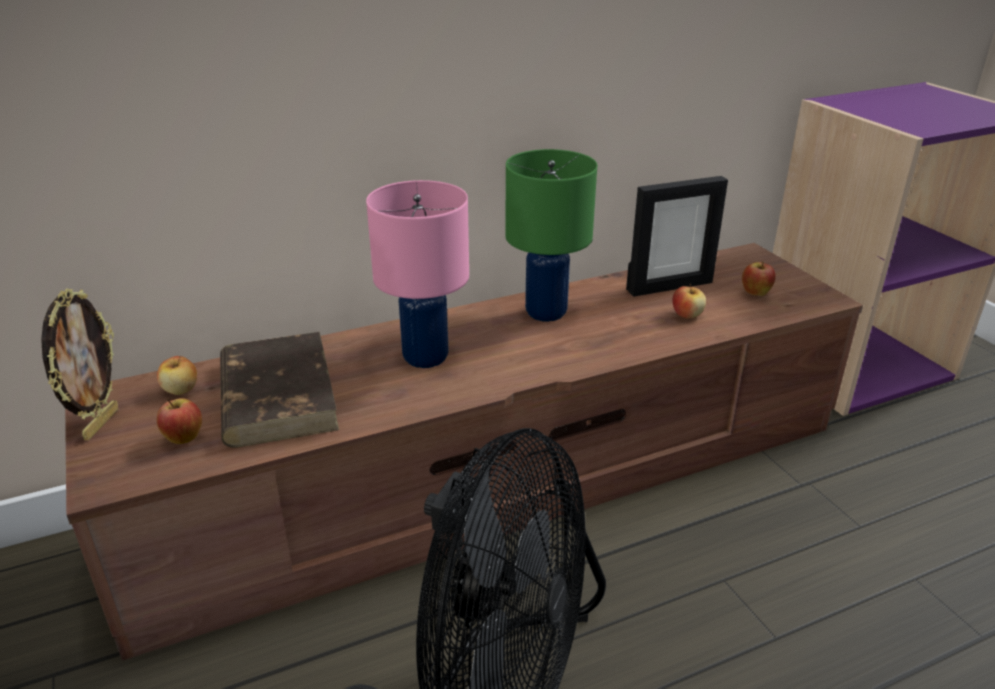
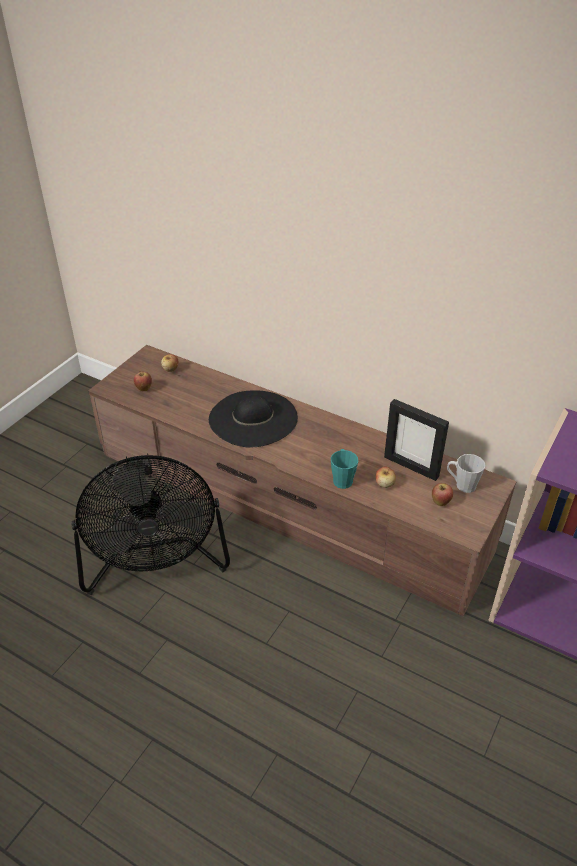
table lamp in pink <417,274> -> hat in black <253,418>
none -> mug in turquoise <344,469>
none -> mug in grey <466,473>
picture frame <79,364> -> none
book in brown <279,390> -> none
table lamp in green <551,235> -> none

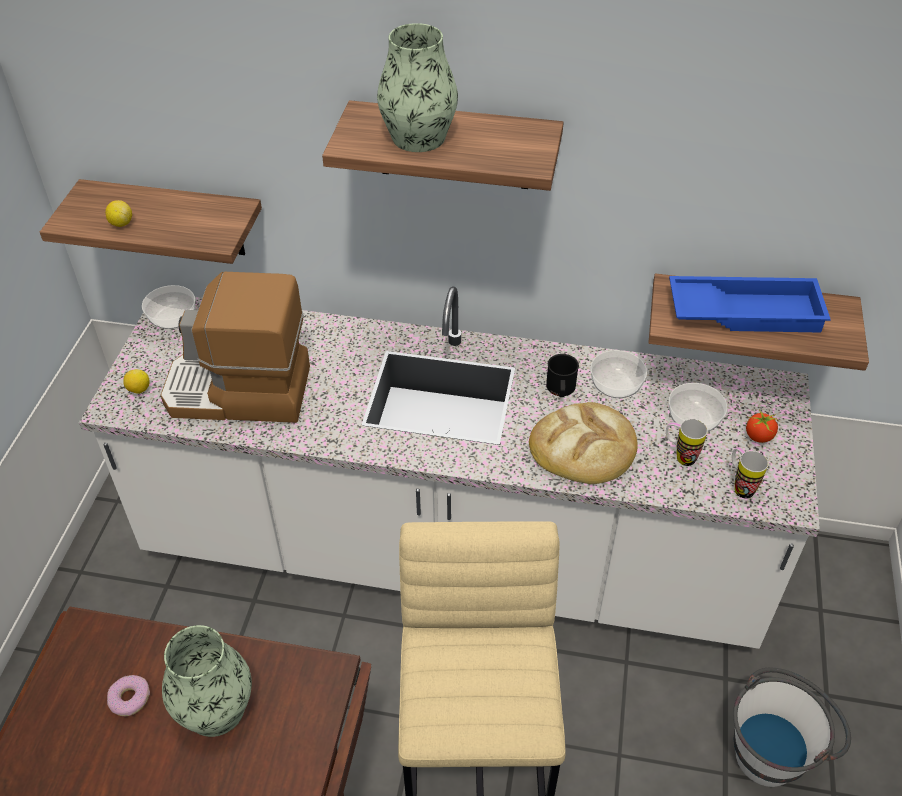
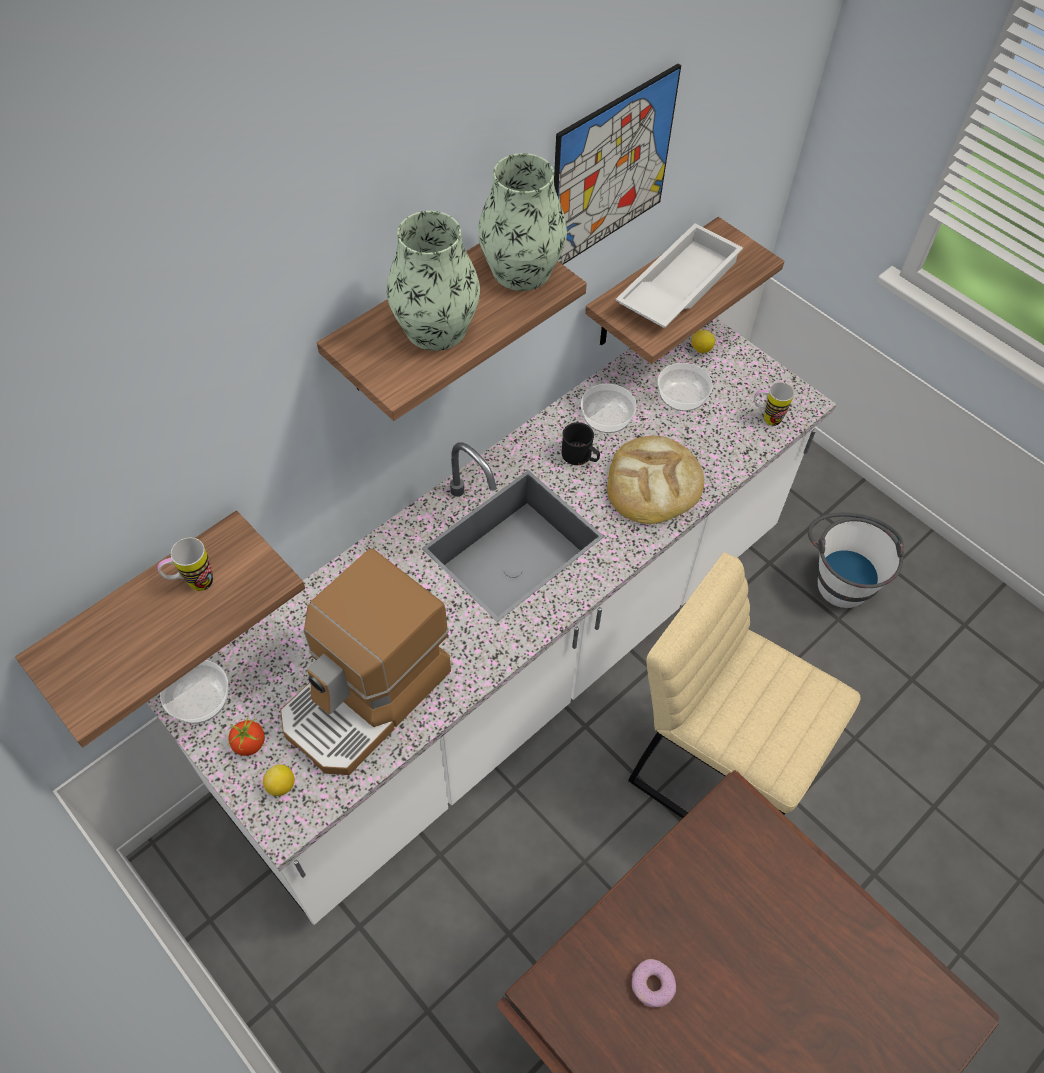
mug <686,442> -> mug <185,564>, shifted
tomato <762,426> -> tomato <246,737>, shifted
vase <207,681> -> vase <522,222>, shifted
none -> picture <617,164>
tray in blue <750,304> -> tray in white <679,275>
lemon <118,213> -> lemon <703,341>, shifted

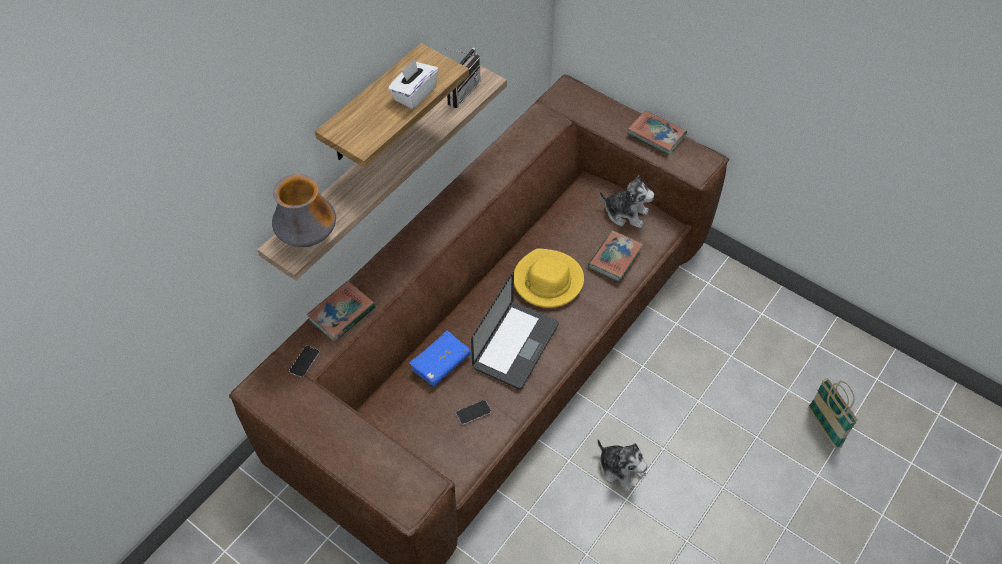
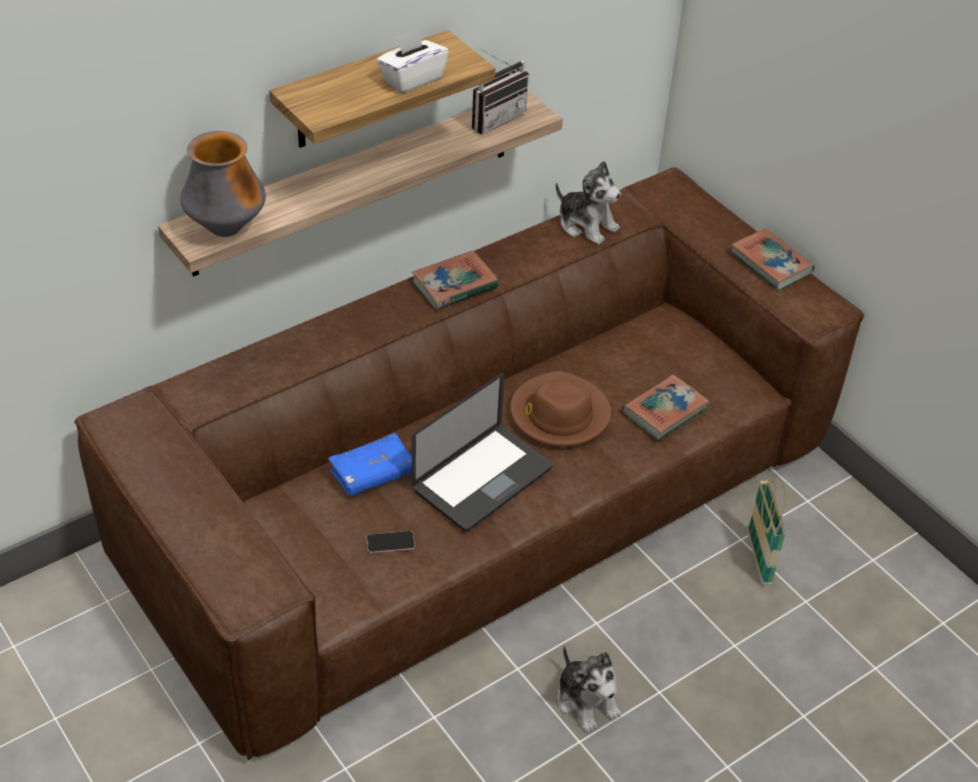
book <341,311> -> book <455,280>, shifted
hat in yellow <549,278> -> hat in brown <560,409>
plush toy <627,201> -> plush toy <588,203>, shifted
basket <833,413> -> basket <767,531>, shifted
phone <304,362> -> none

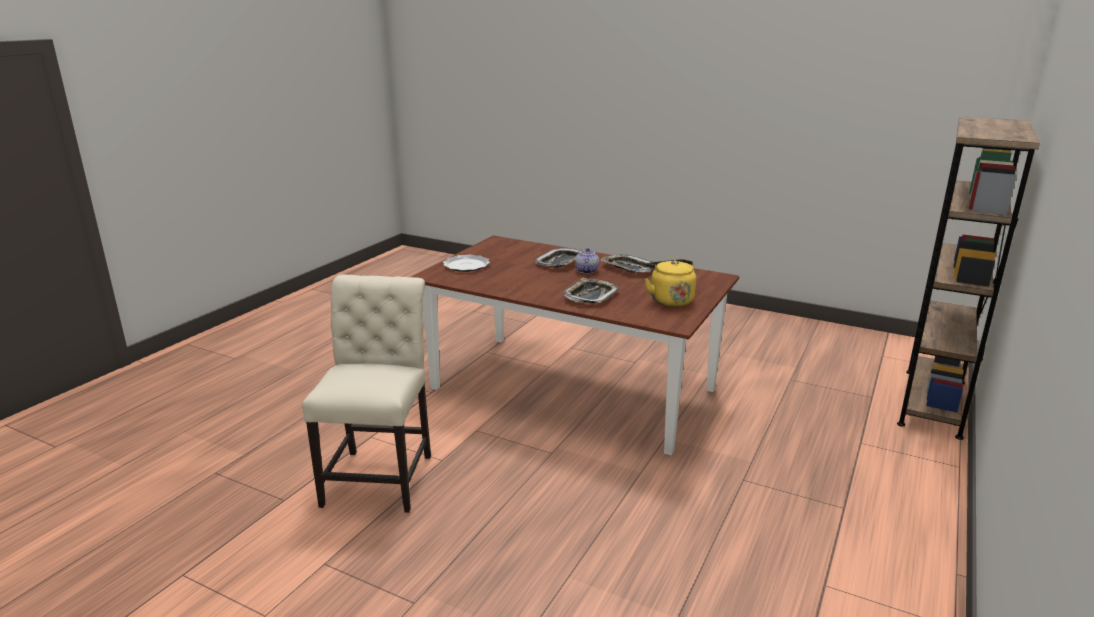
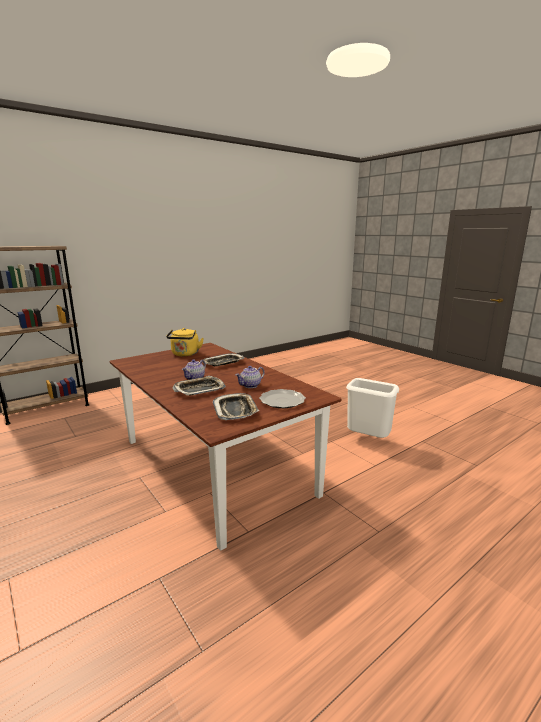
tray <627,263> -> tray <236,406>, shifted
none -> teapot <250,377>
chair in beige <366,394> -> trash can in white <372,408>

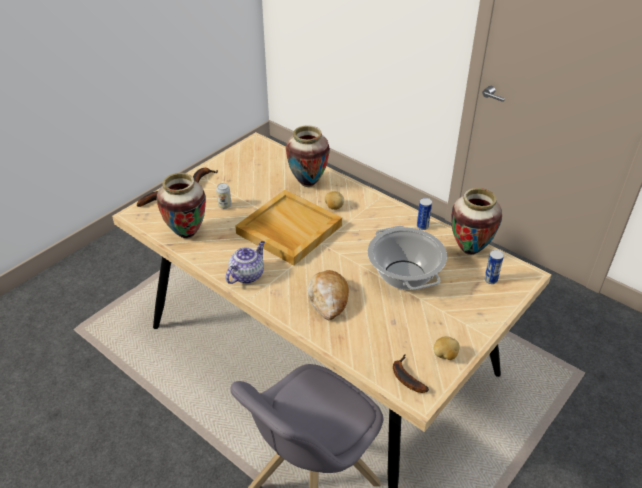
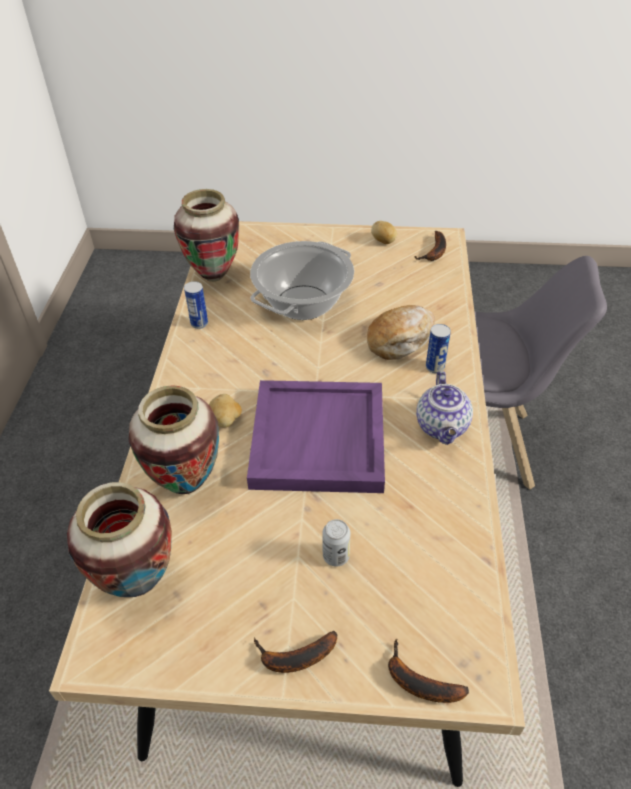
vase <181,206> -> vase <119,539>, shifted
tray in beige <288,228> -> tray in purple <316,436>
teapot <245,262> -> teapot <444,408>, 90 degrees counterclockwise
can <494,267> -> can <438,348>, shifted

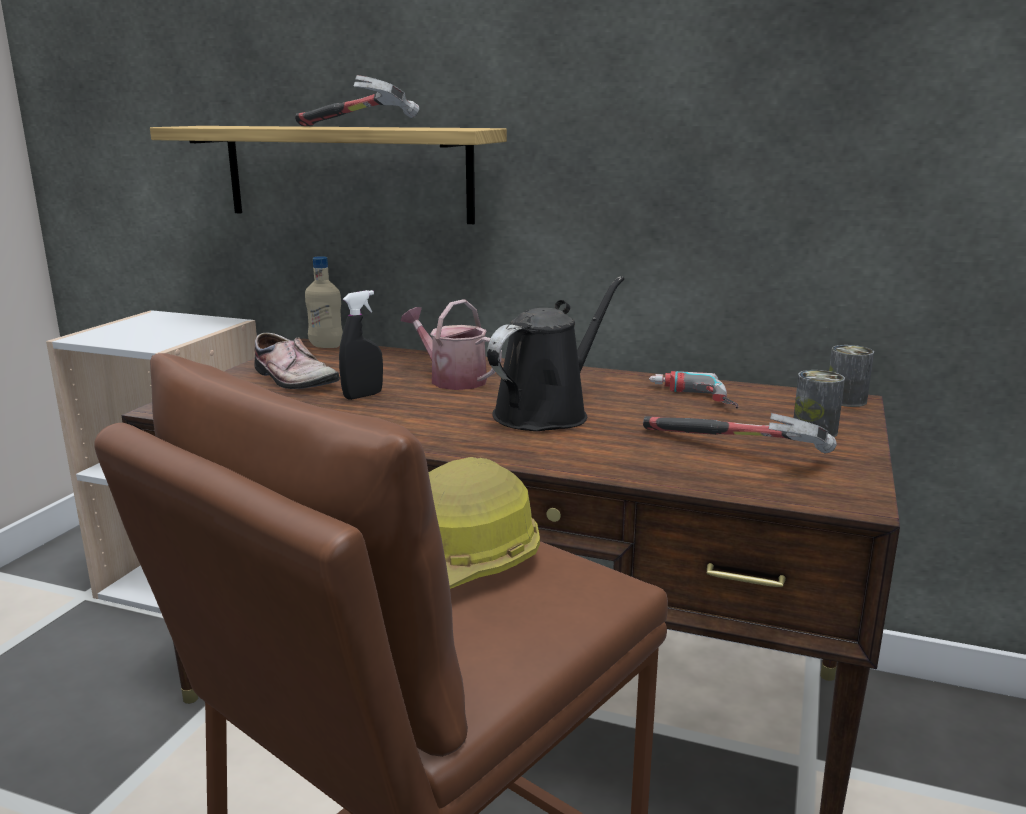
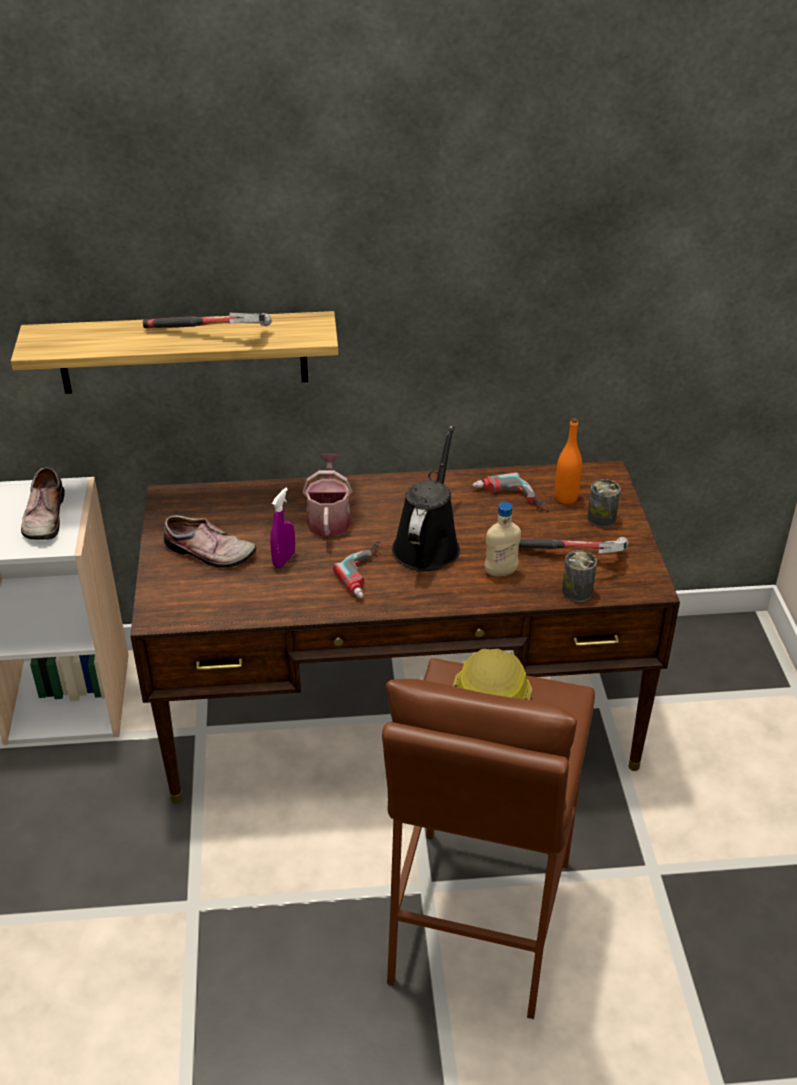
none -> shoe <43,503>
spray bottle in black <361,345> -> spray bottle in purple <282,528>
watering can <451,344> -> watering can <327,495>, 75 degrees clockwise
none -> power drill <357,569>
bottle in beige <324,302> -> bottle in beige <502,539>, shifted
none -> bottle in orange <568,461>
can <851,376> -> can <579,576>, shifted

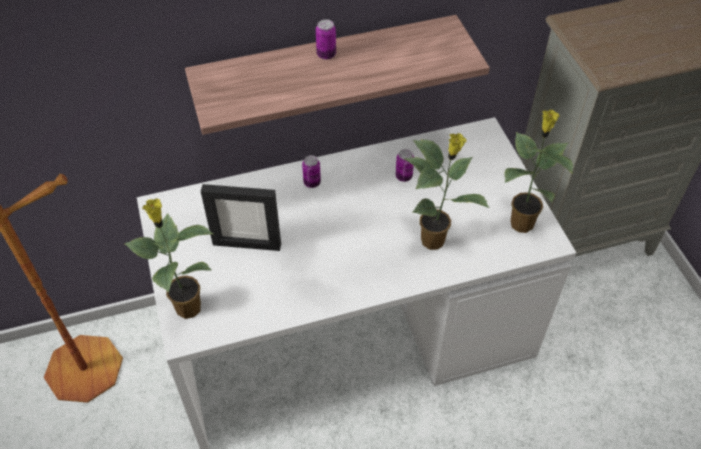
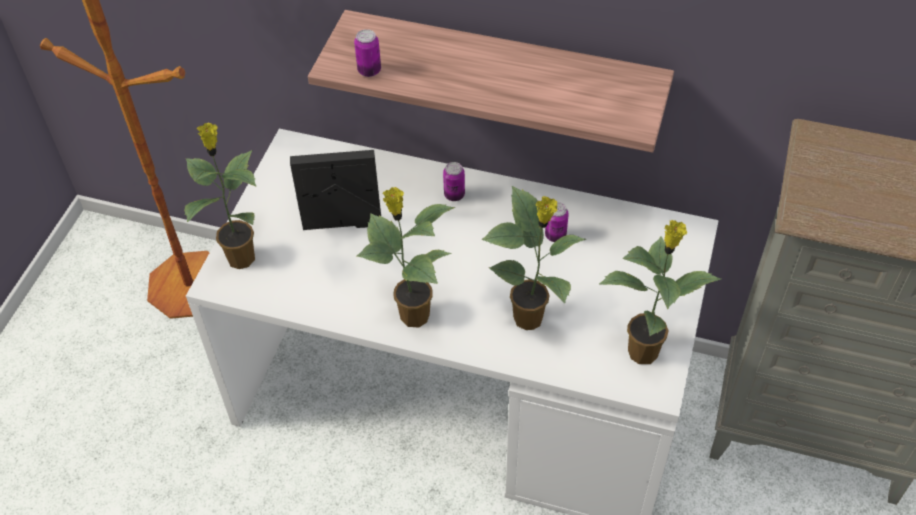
picture frame <241,217> -> picture frame <335,190>, 135 degrees clockwise
can <326,39> -> can <367,53>, shifted
none -> potted plant <406,257>

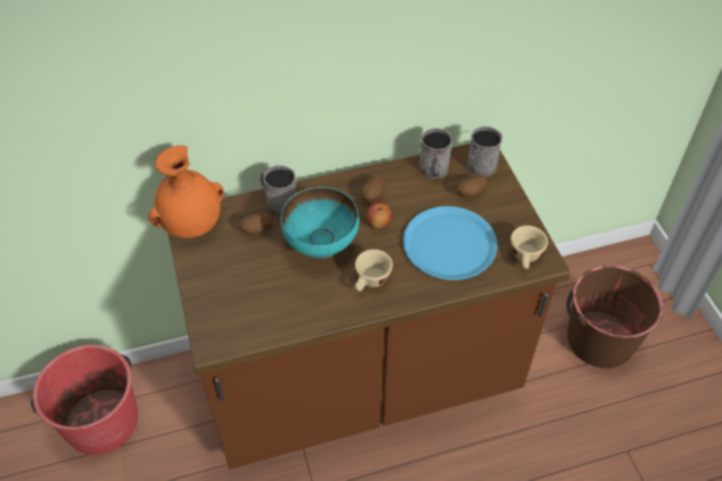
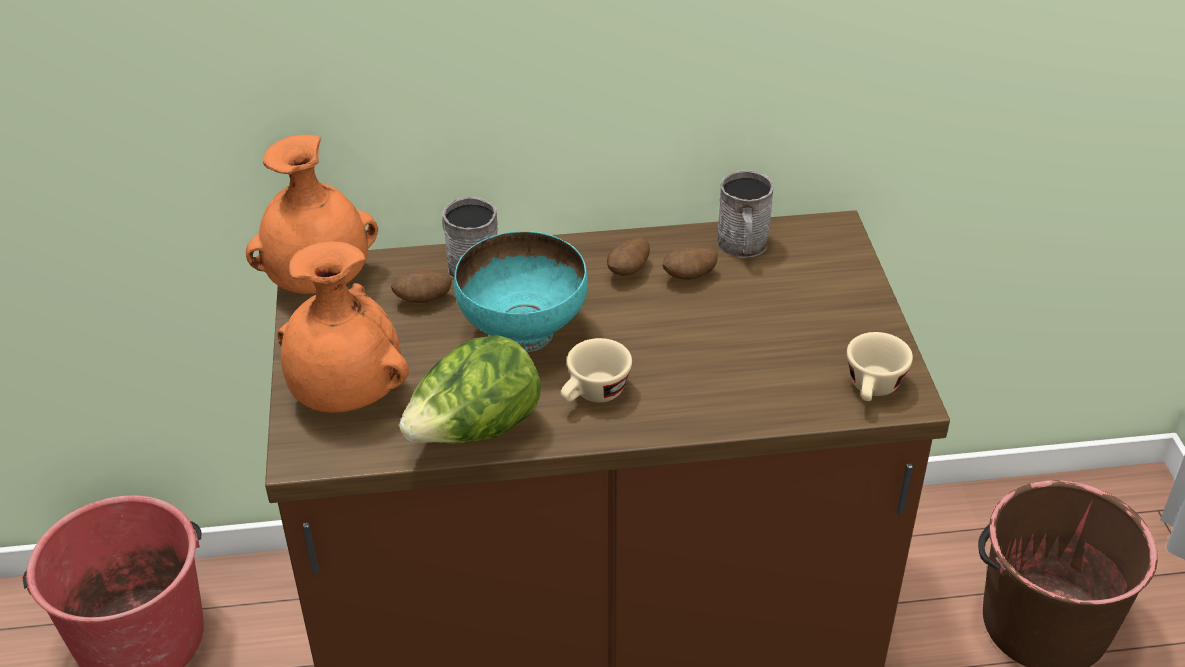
none -> vase in orange <343,327>
none -> lettuce <470,389>
potato <472,186> -> potato <690,263>, shifted
apple <379,215> -> none
plate in blue <450,243> -> none
mug in grey <484,151> -> none

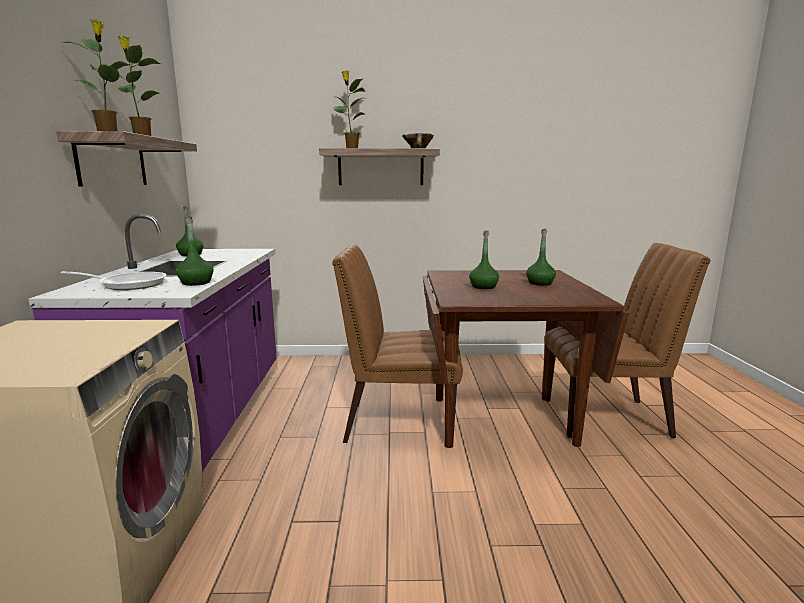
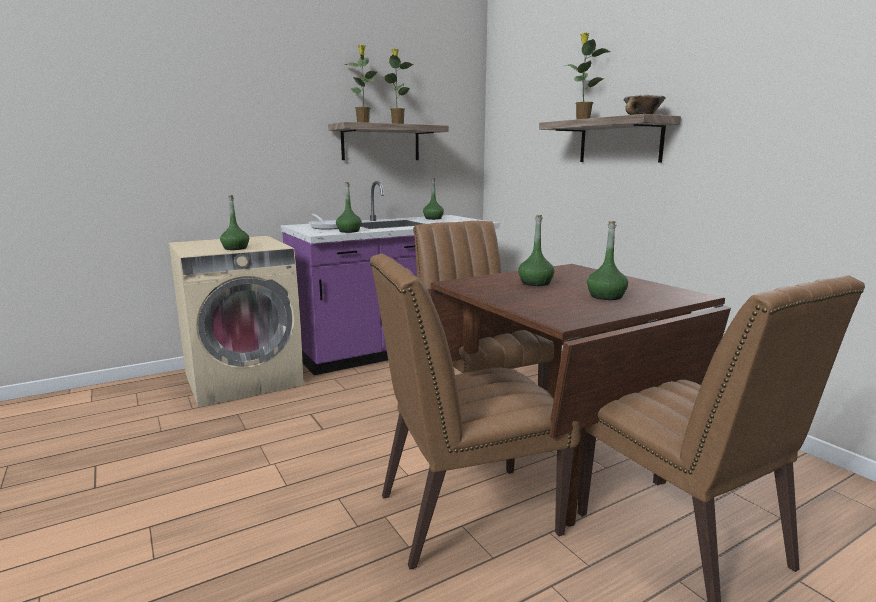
none -> bottle in green <234,222>
none -> chair in brown <475,412>

